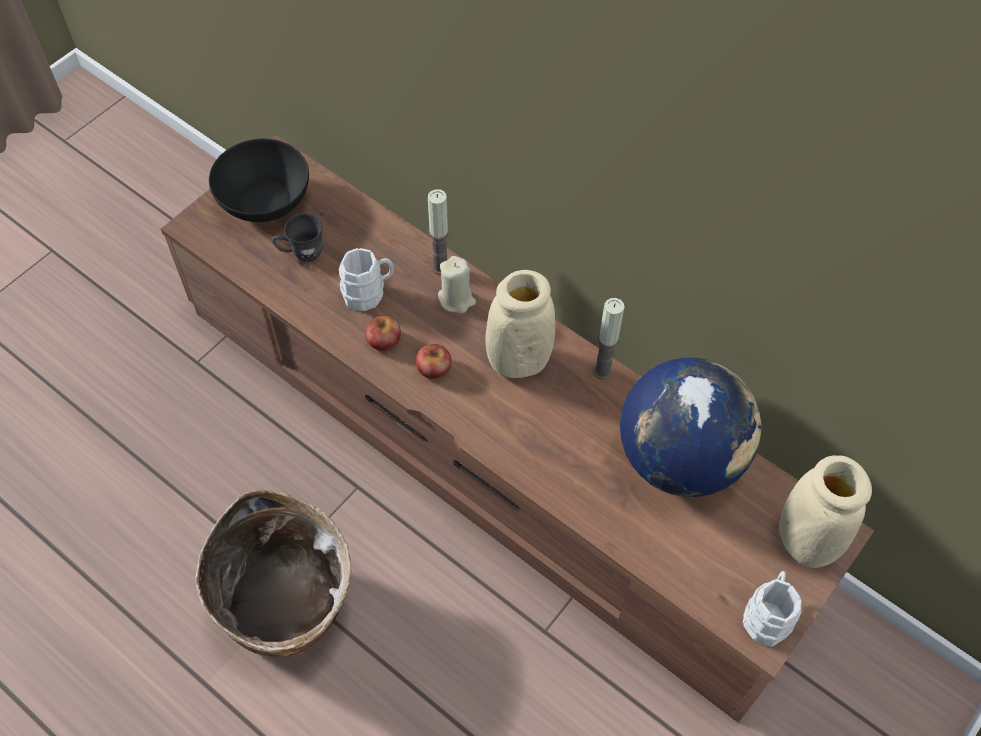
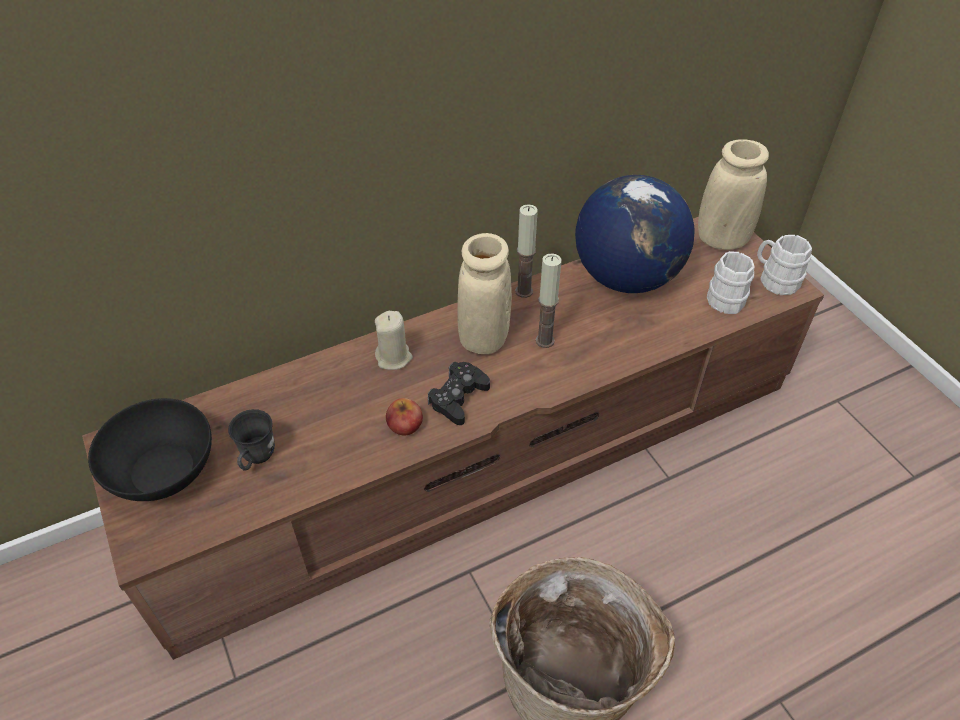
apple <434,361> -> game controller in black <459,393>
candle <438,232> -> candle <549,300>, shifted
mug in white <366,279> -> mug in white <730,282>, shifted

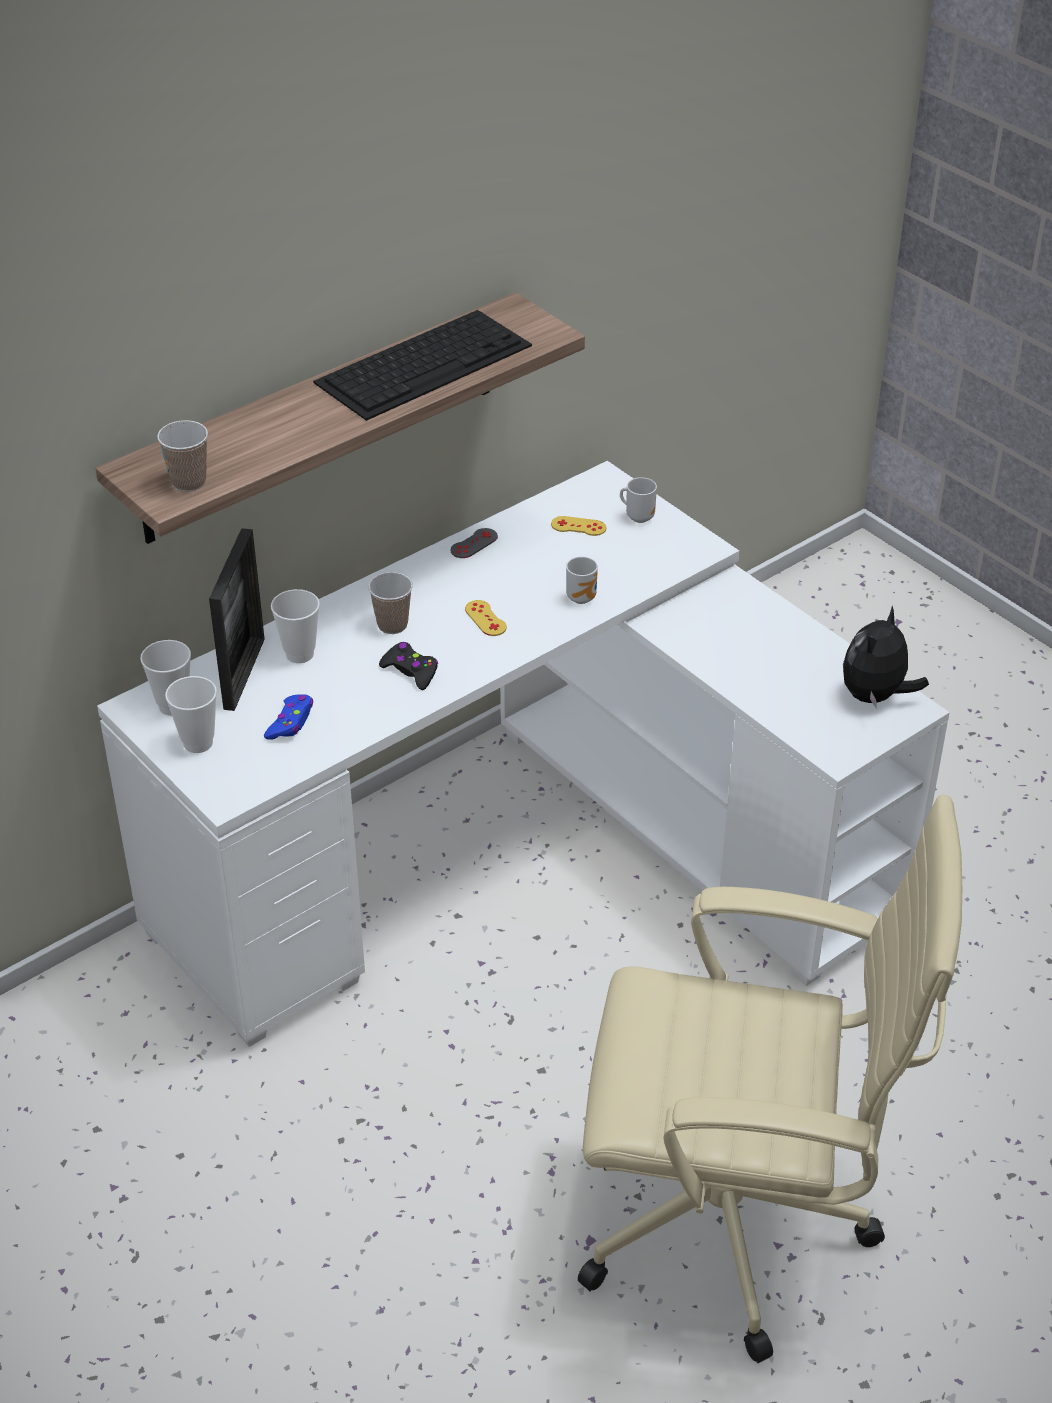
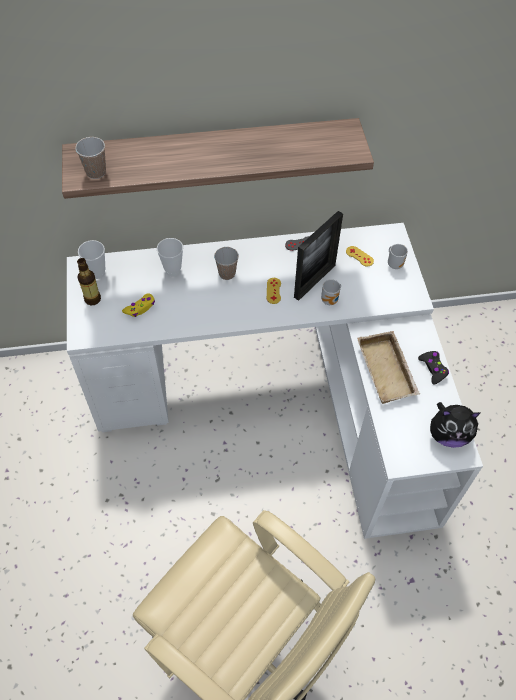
cup <191,714> -> bottle <89,281>
game controller in blue <288,717> -> game controller in yellow <138,305>
picture frame <237,619> -> picture frame <318,256>, shifted
none -> tray in beige <388,367>
game controller in black <408,666> -> game controller in black <433,368>, shifted
plush toy <886,657> -> plush toy <455,425>, 150 degrees counterclockwise
keyboard <422,365> -> none

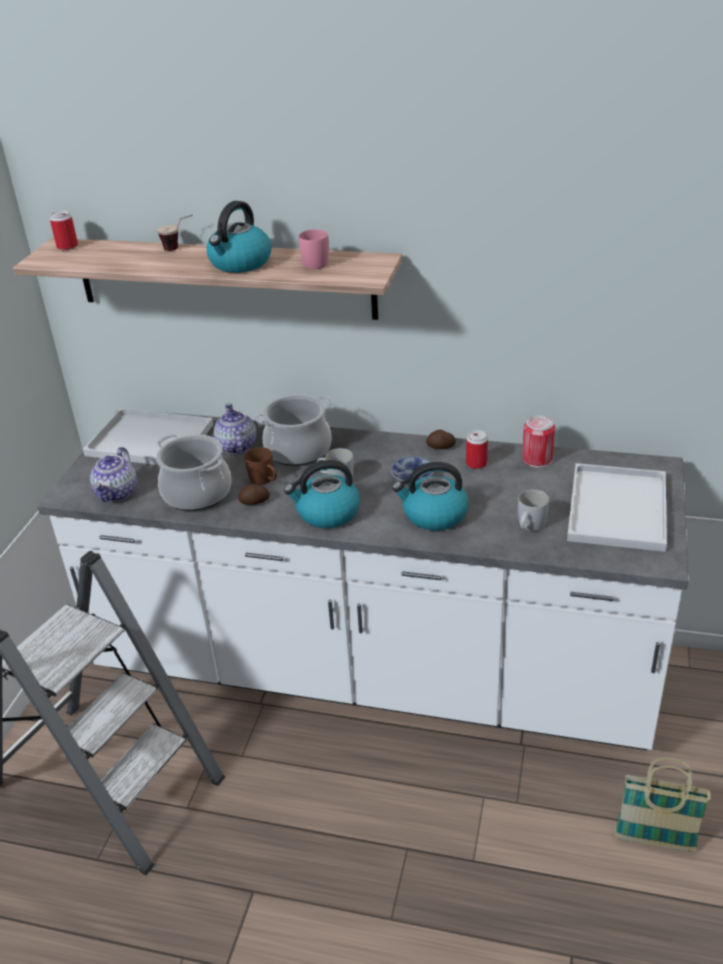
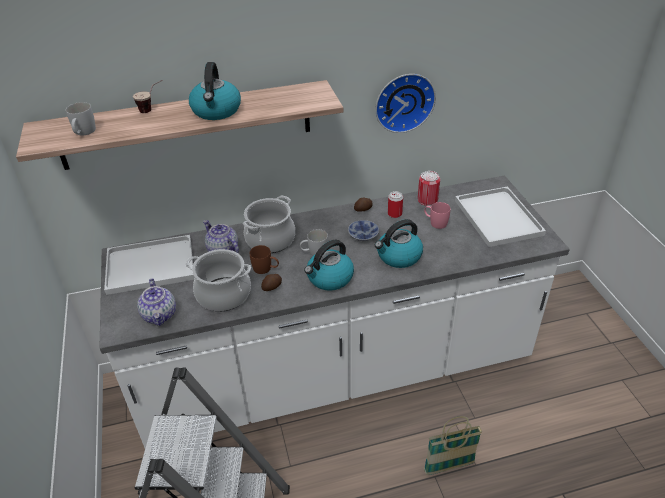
mug in white <533,510> -> mug in white <81,119>, shifted
none -> wall clock <405,103>
mug in pink <314,249> -> mug in pink <437,215>, shifted
basket <662,804> -> basket <453,445>, shifted
can <64,230> -> none

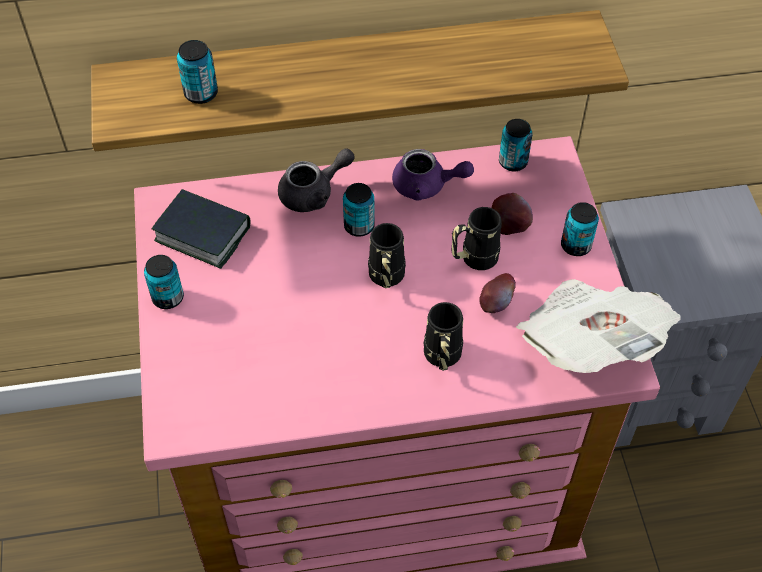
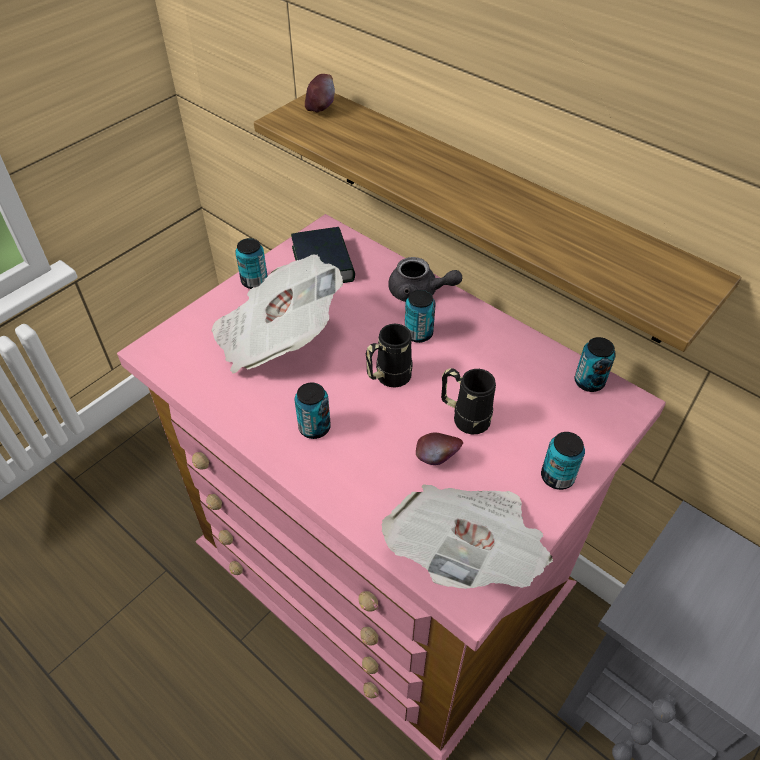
none -> newspaper <277,314>
can <197,72> -> can <313,410>, shifted
apple <512,214> -> apple <320,93>, shifted
teapot in purple <433,175> -> none
mug in black <443,336> -> none

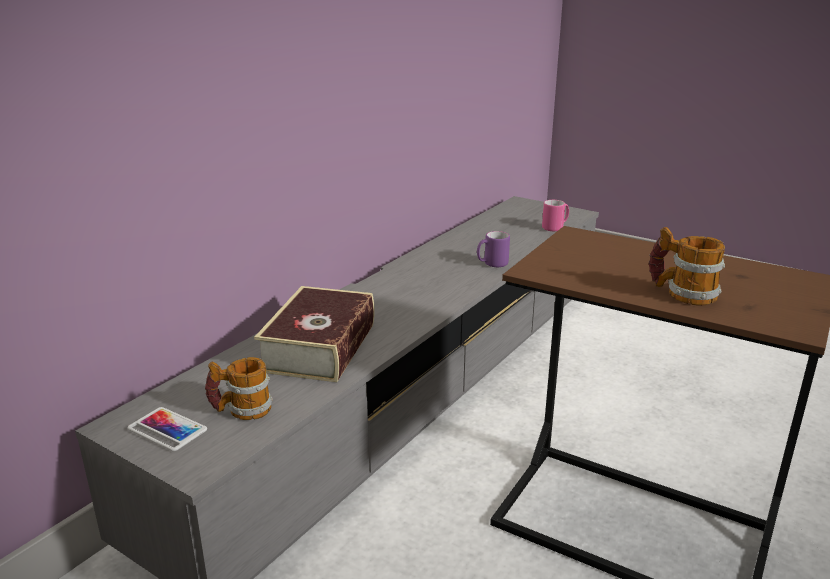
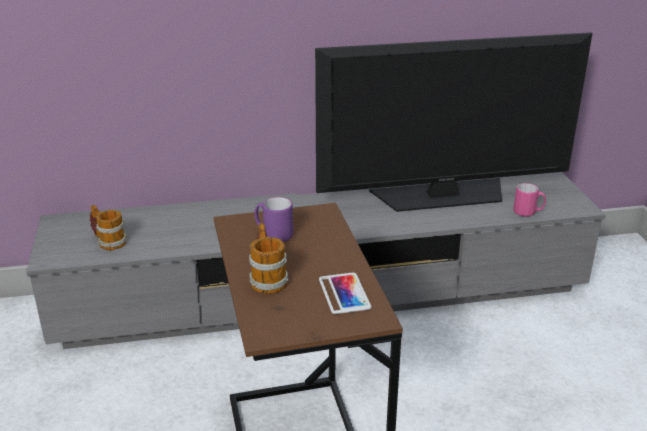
mug in purple <493,249> -> mug in purple <273,219>, shifted
none -> television <454,122>
phone <167,429> -> phone <345,293>, shifted
book <314,334> -> none

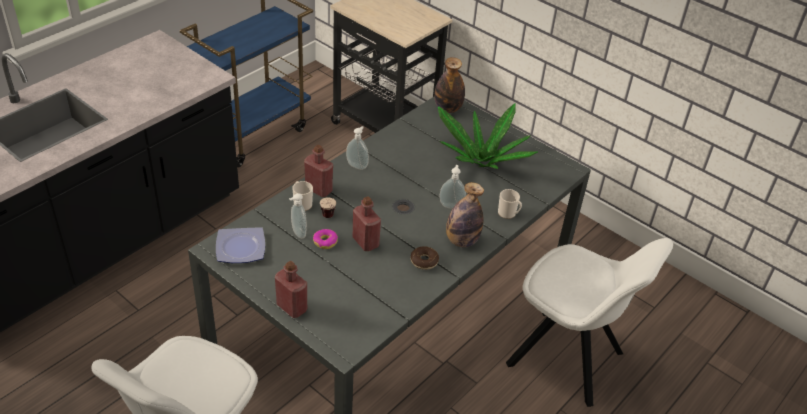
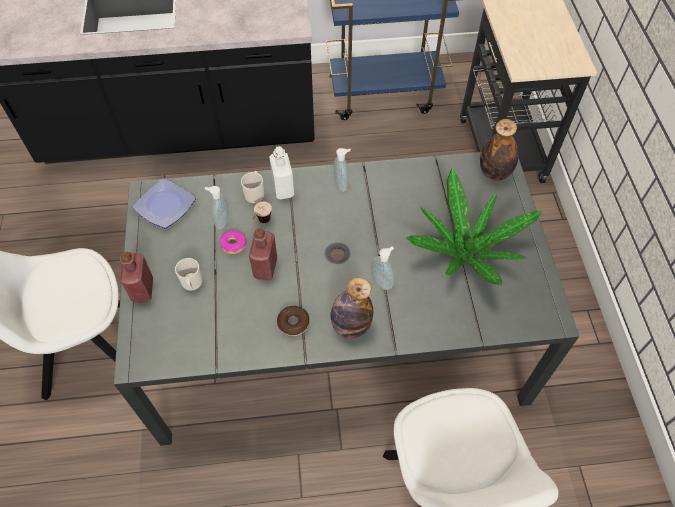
mug <510,204> -> mug <189,274>, shifted
bottle in red <318,171> -> bottle in white <281,172>

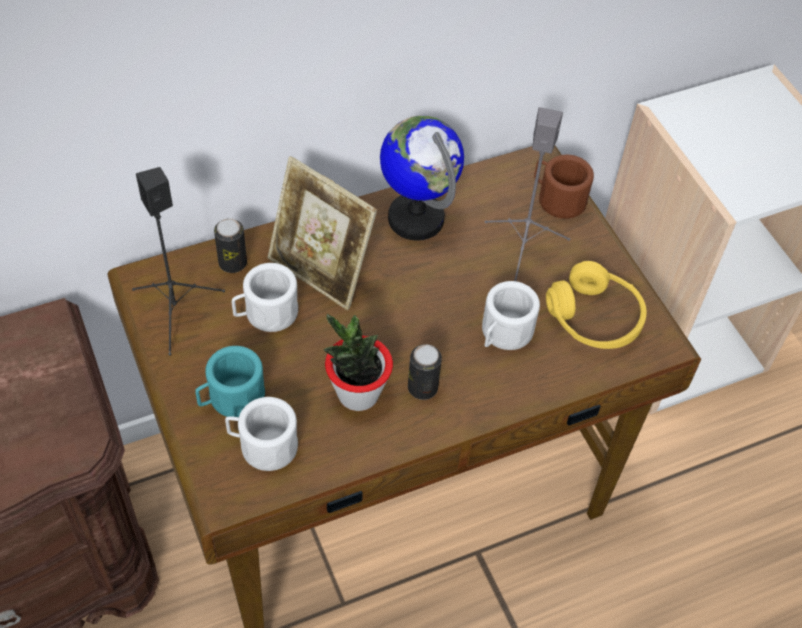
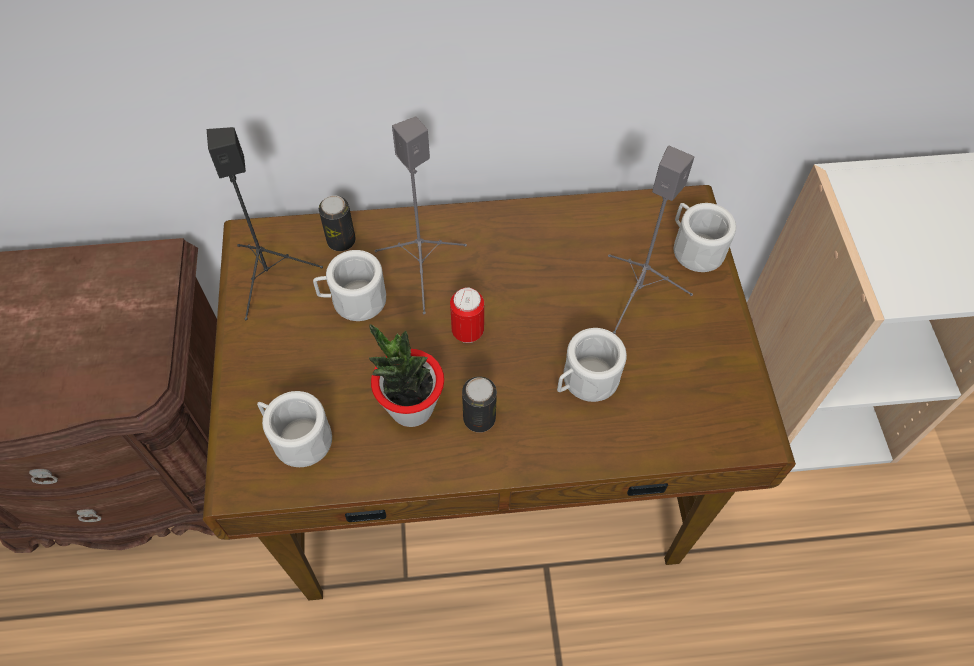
picture frame <322,233> -> speaker in grey <421,215>
none -> can <467,315>
mug in brown <564,187> -> mug in white <705,237>
mug in turquoise <230,381> -> none
globe <422,178> -> none
headphones in yellow <596,305> -> none

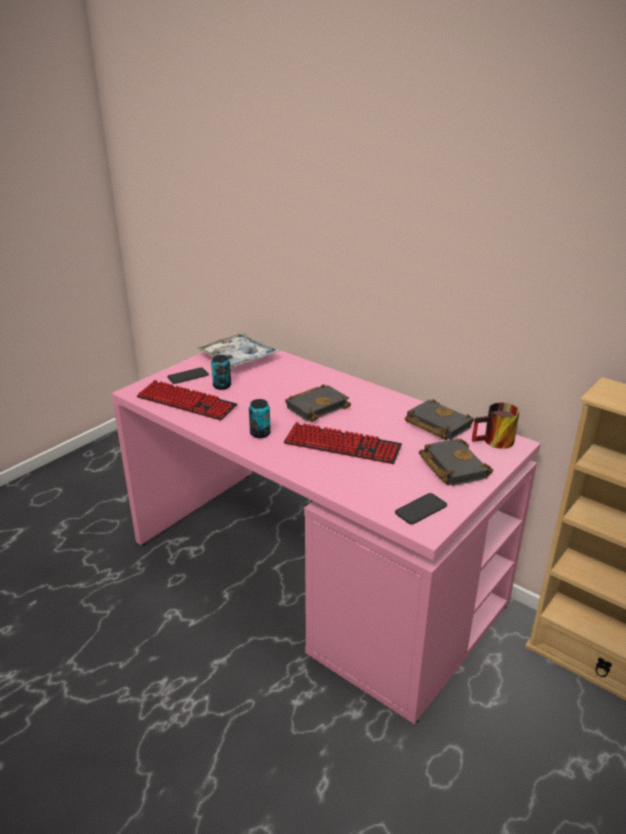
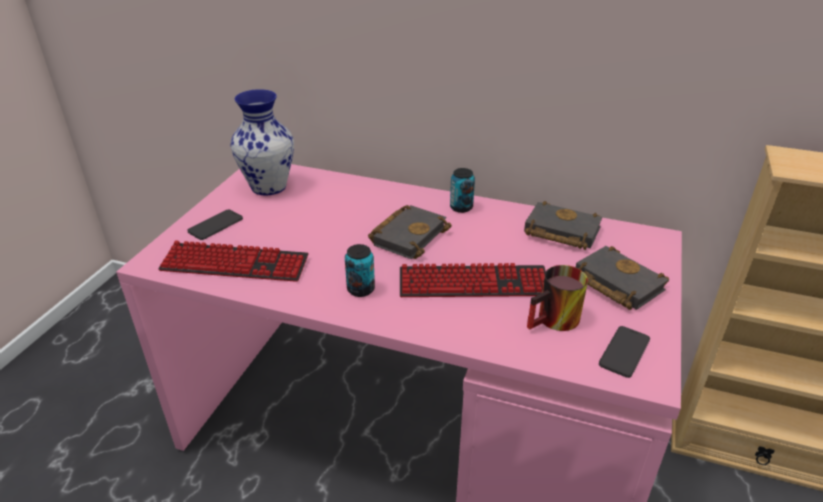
tray <237,351> -> vase <262,142>
can <221,372> -> can <462,190>, shifted
mug <495,426> -> mug <557,298>, shifted

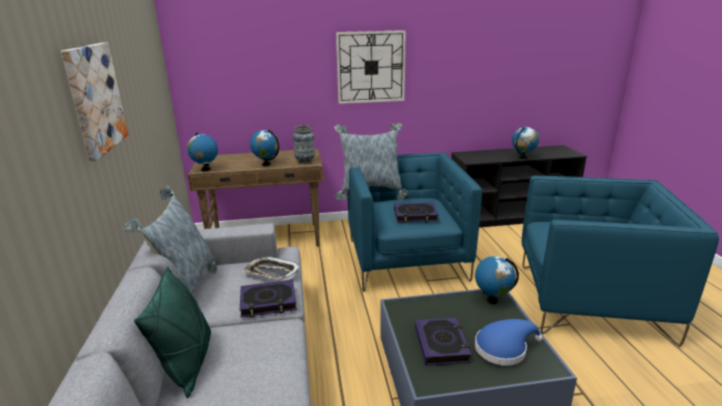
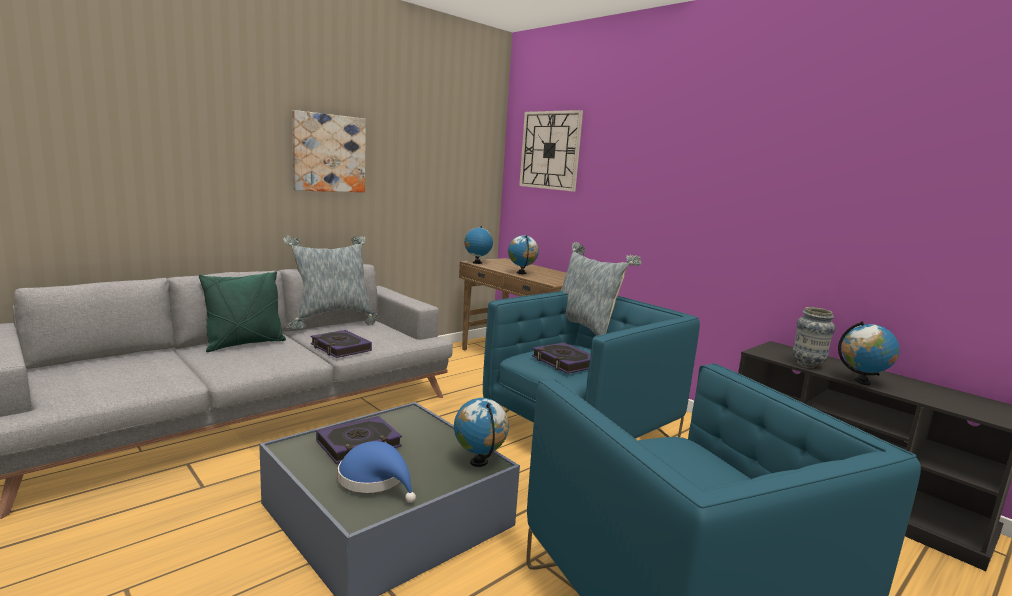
wall clock <371,67> -> wall clock <551,151>, shifted
vase <304,144> -> vase <813,338>, shifted
tray <271,268> -> none

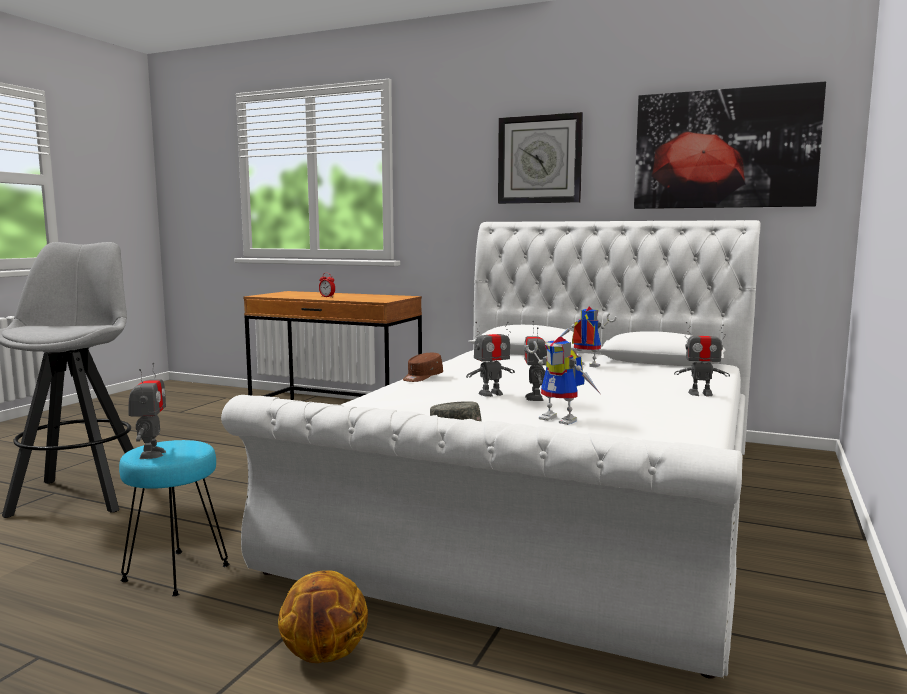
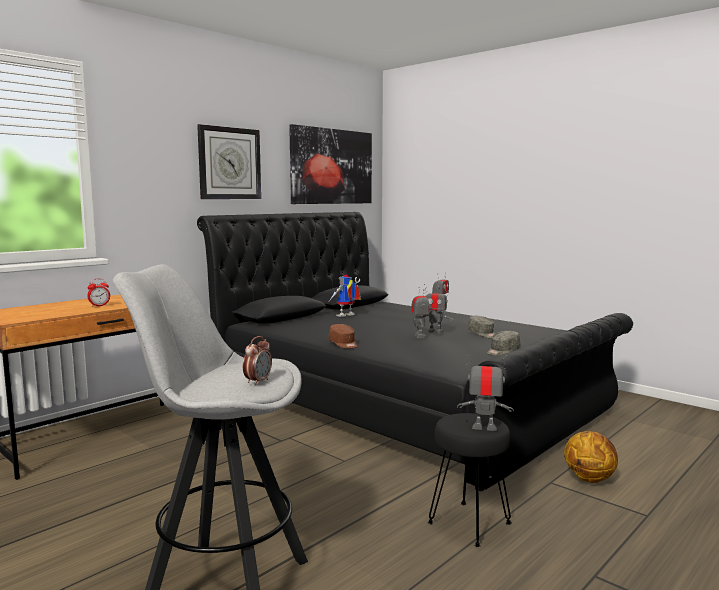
bed in white <490,449> -> bed in black <415,351>
none -> alarm clock <257,360>
stool in turquoise <174,518> -> stool in black <470,480>
toy robot <563,380> -> cap in grey <481,327>

